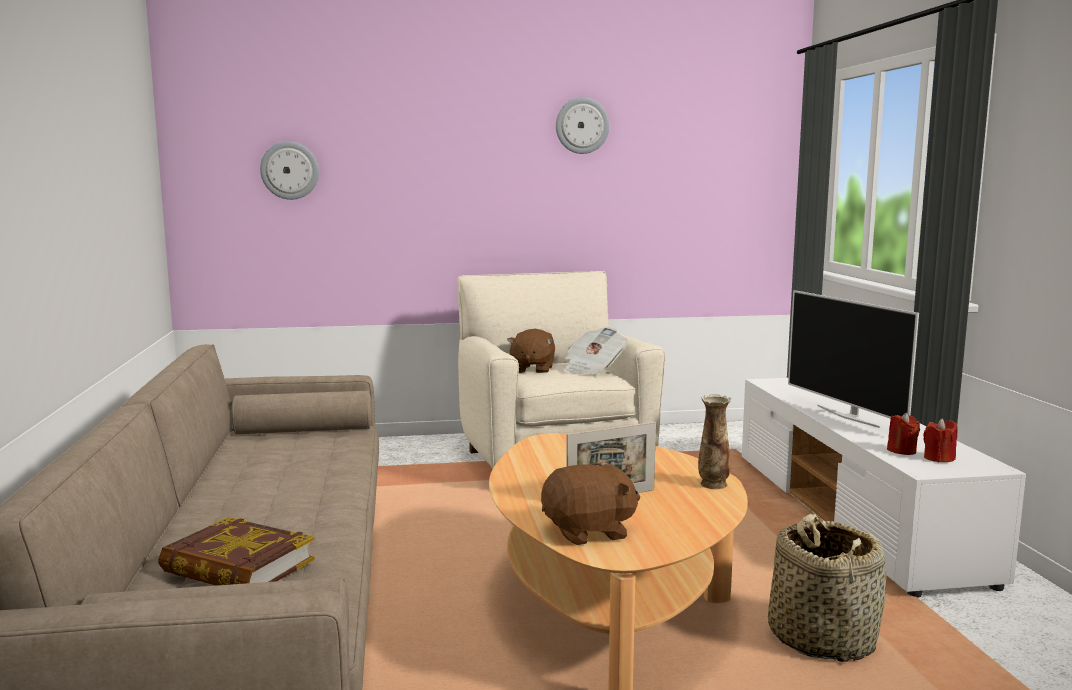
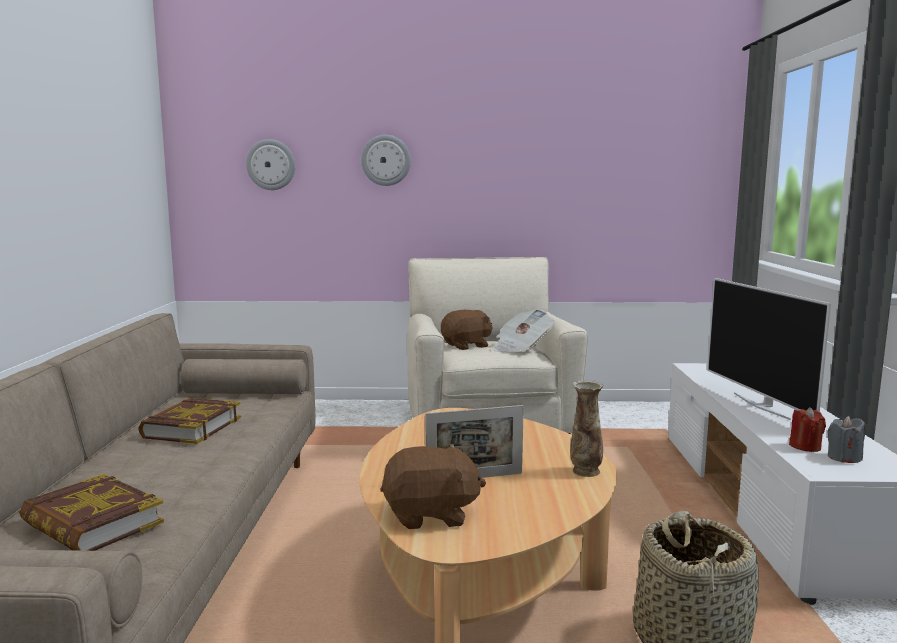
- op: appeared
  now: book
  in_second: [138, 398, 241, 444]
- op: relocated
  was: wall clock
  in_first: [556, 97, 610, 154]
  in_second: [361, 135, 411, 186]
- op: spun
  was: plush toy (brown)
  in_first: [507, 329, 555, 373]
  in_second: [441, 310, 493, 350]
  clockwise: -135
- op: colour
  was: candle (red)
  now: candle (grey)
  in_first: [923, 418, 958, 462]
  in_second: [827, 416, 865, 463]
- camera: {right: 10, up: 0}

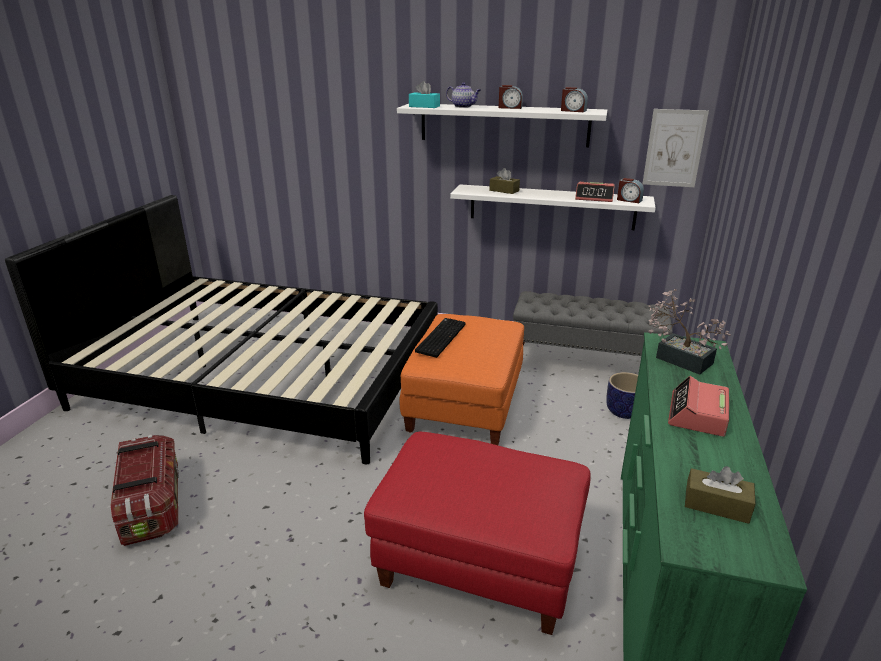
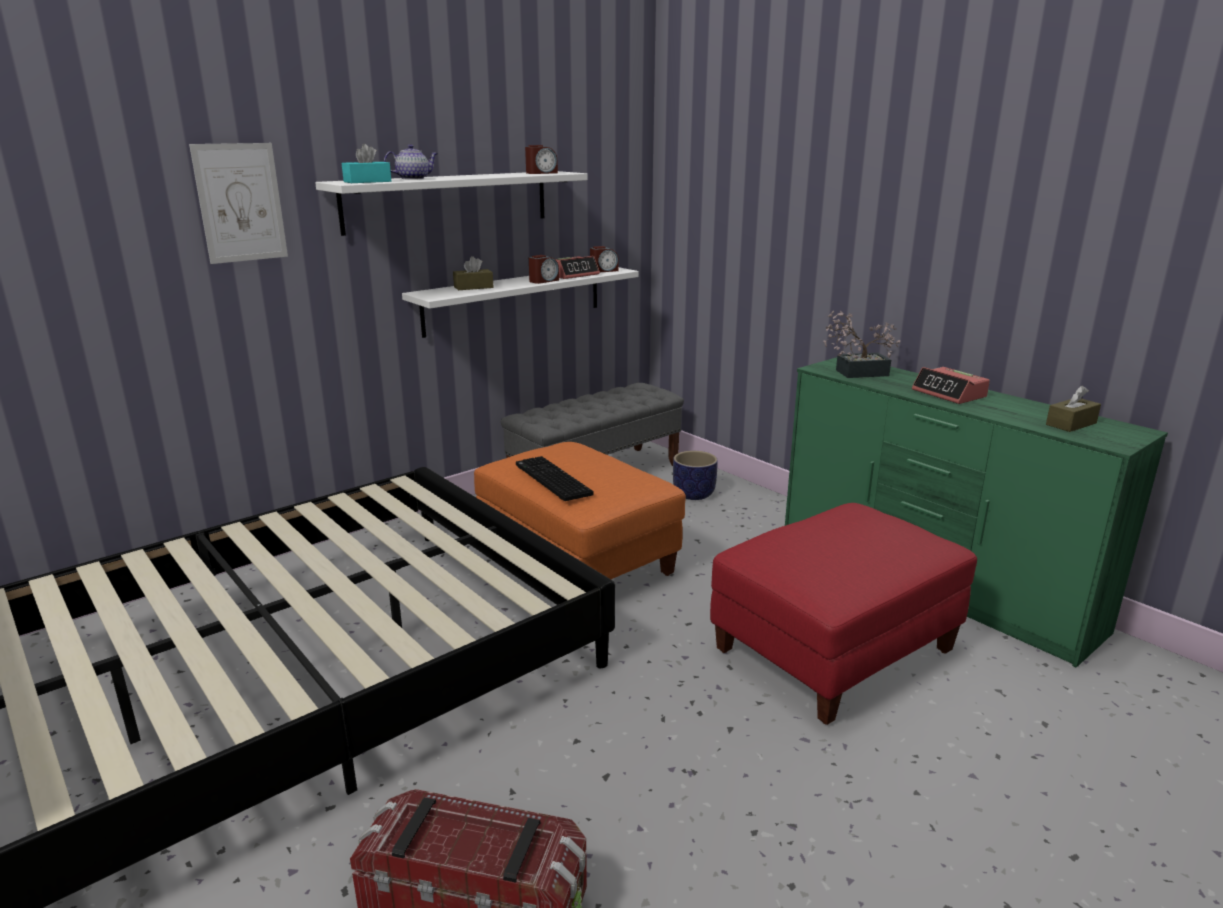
- op: relocated
  was: picture
  in_first: [642, 109, 709, 187]
  in_second: [189, 143, 288, 264]
- op: relocated
  was: alarm clock
  in_first: [499, 85, 523, 109]
  in_second: [529, 255, 559, 284]
- camera: {right: -55, up: -5}

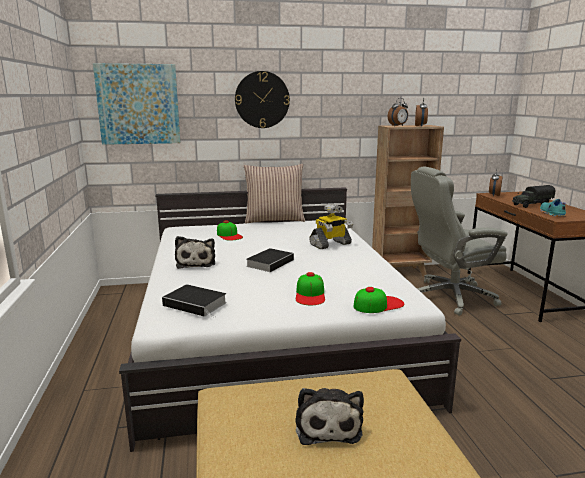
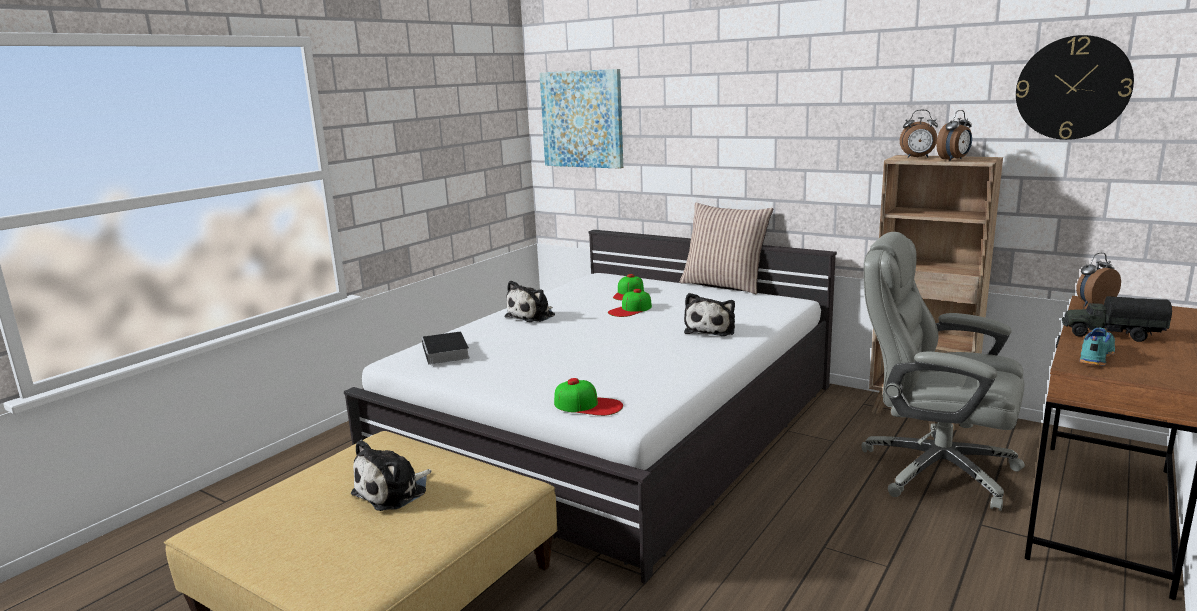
- op: relocated
  was: cap
  in_first: [296, 272, 325, 305]
  in_second: [608, 289, 652, 317]
- op: exchanged
  was: toy robot
  now: plush toy
  in_first: [309, 204, 353, 249]
  in_second: [684, 293, 735, 336]
- op: relocated
  was: wall clock
  in_first: [235, 71, 290, 128]
  in_second: [1016, 35, 1134, 140]
- op: missing
  was: book
  in_first: [246, 248, 296, 272]
- camera: {right: 45, up: 0}

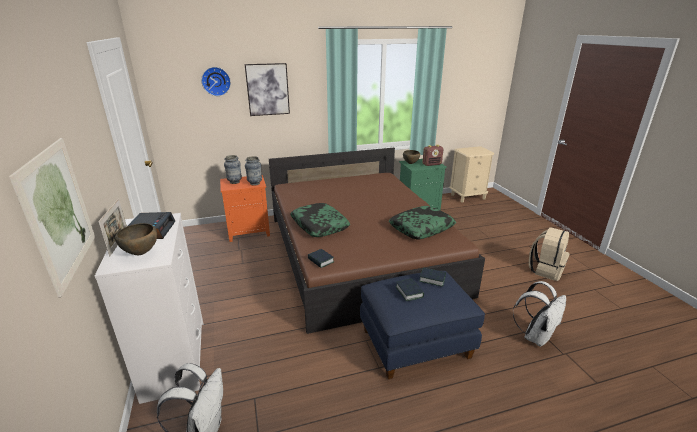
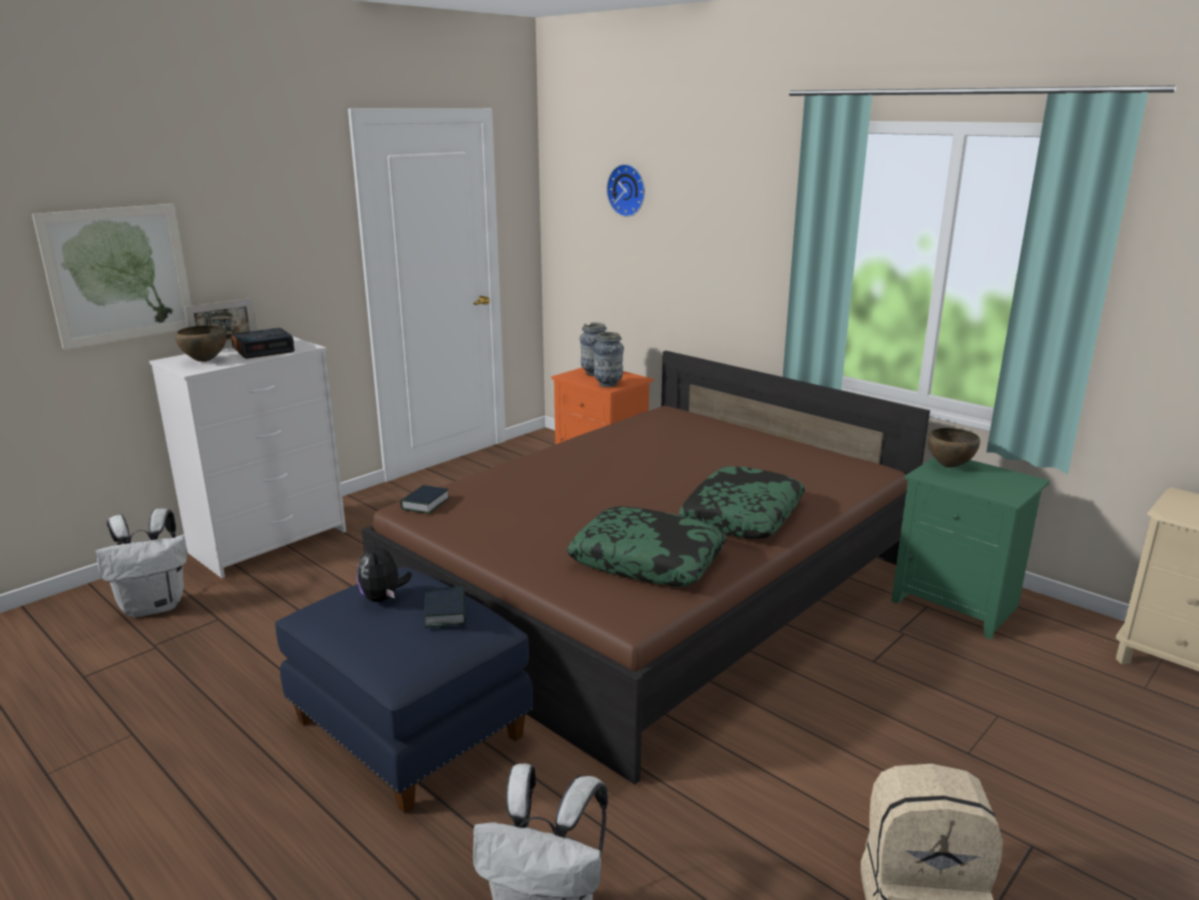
- op: exchanged
  was: book
  now: plush toy
  in_first: [396, 279, 424, 301]
  in_second: [357, 537, 412, 602]
- op: relocated
  was: pillow
  in_first: [290, 203, 350, 237]
  in_second: [678, 466, 805, 539]
- op: missing
  was: picture
  in_first: [245, 63, 290, 116]
- op: missing
  was: radio
  in_first: [423, 145, 444, 166]
- camera: {right: 60, up: -5}

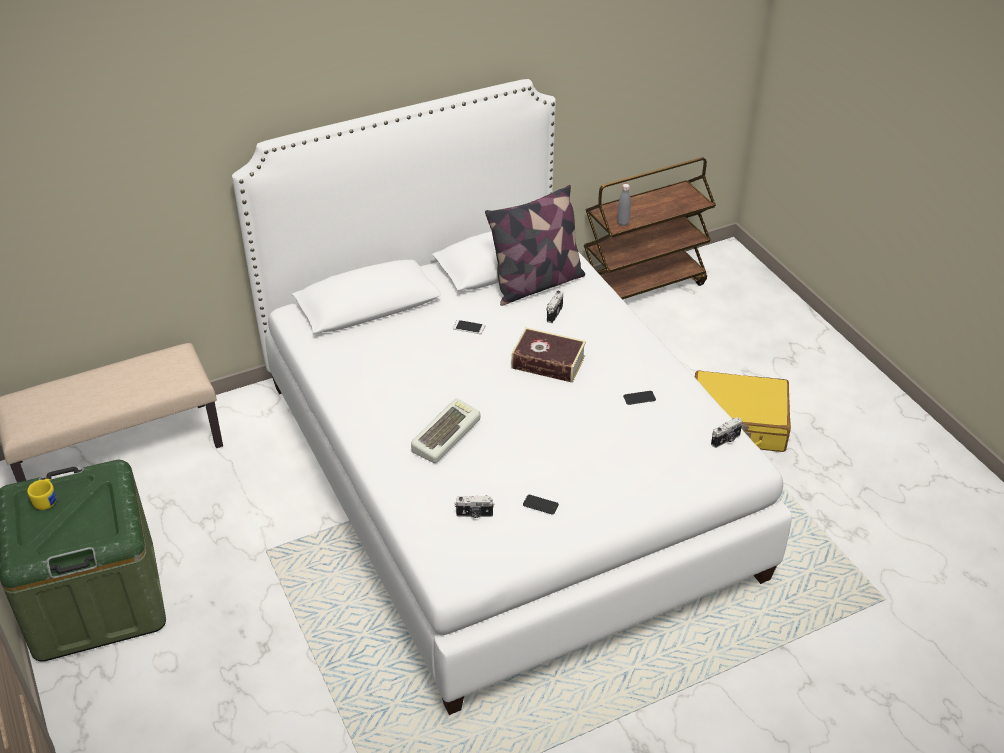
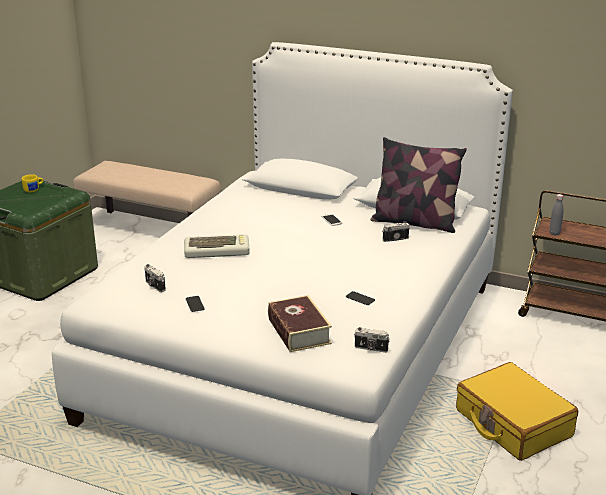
- op: relocated
  was: book
  in_first: [511, 327, 586, 383]
  in_second: [268, 295, 332, 352]
- camera: {right: 50, up: -15}

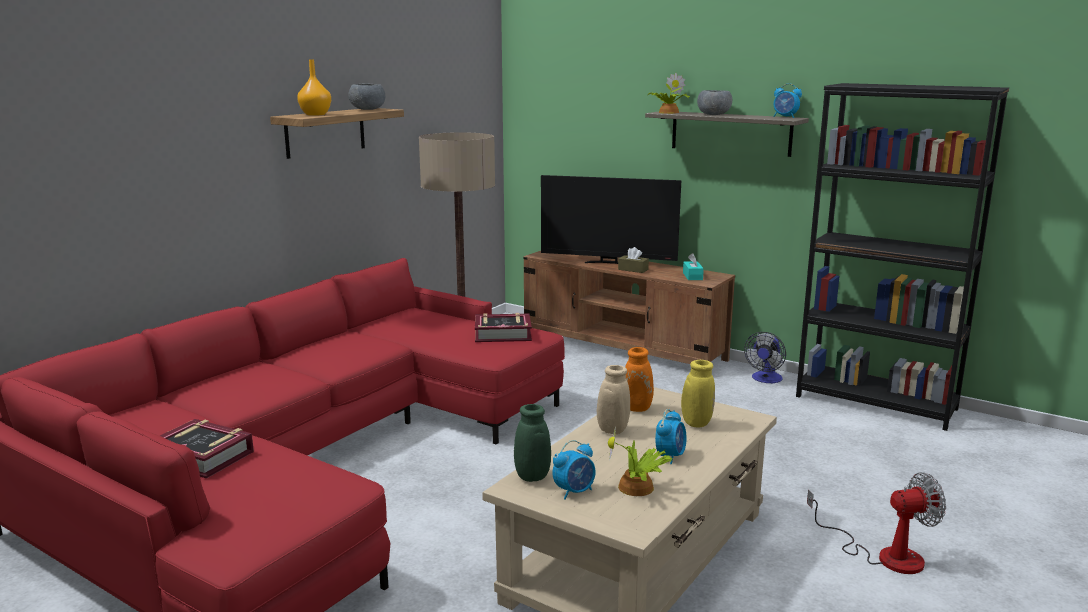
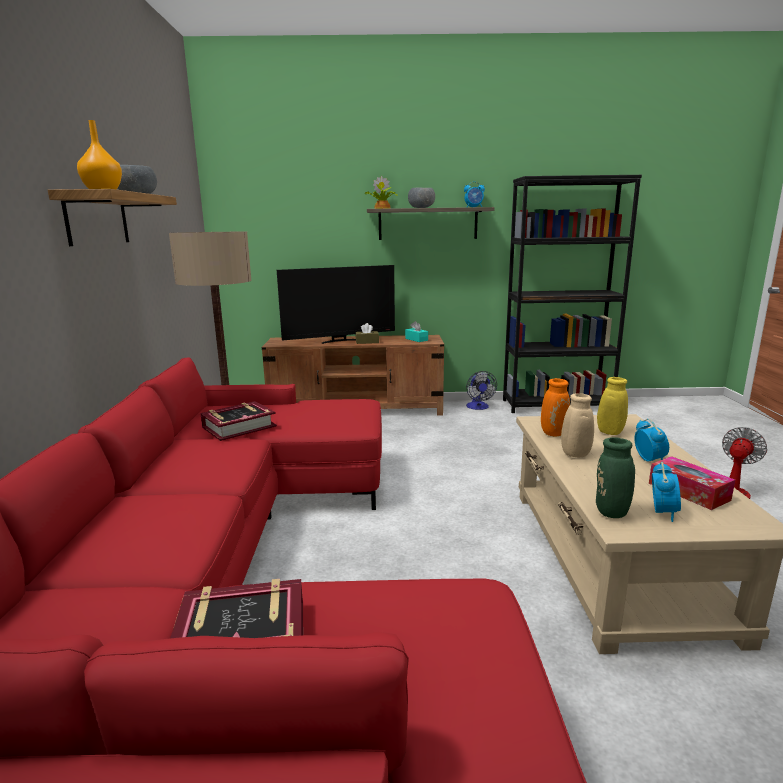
- op: relocated
  was: book
  in_first: [475, 313, 532, 342]
  in_second: [200, 401, 277, 441]
- op: exchanged
  was: potted plant
  now: tissue box
  in_first: [608, 425, 673, 496]
  in_second: [649, 456, 735, 510]
- camera: {right: -35, up: 0}

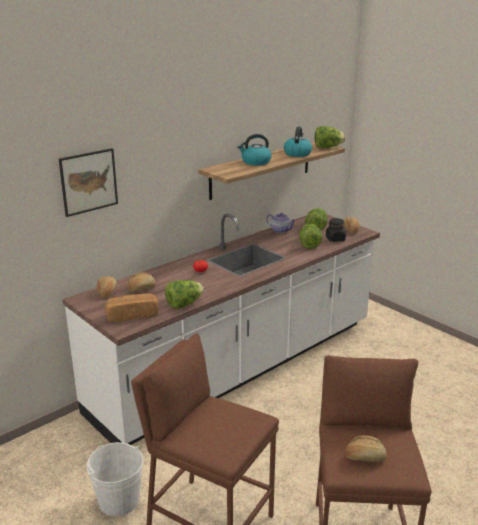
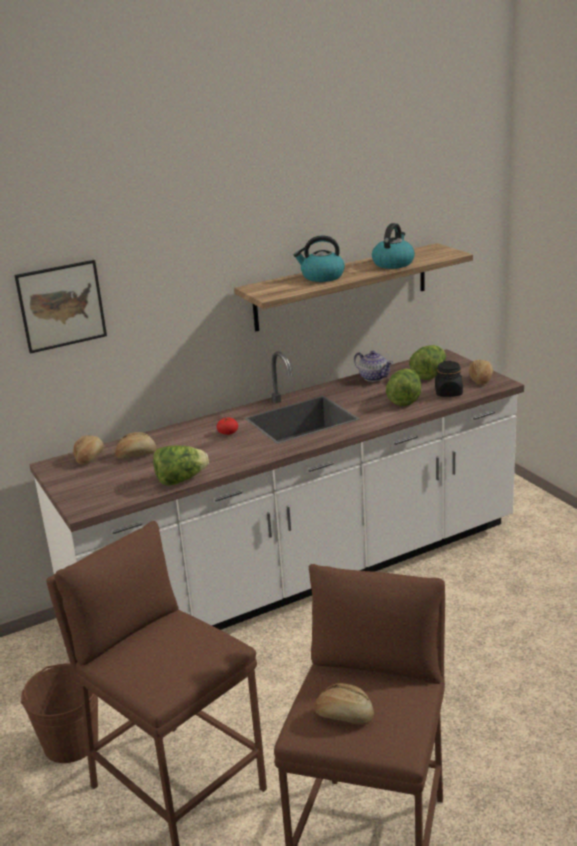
- op: colour
  was: bucket (white)
  now: bucket (brown)
  in_first: [87, 442, 143, 517]
  in_second: [21, 663, 98, 763]
- op: missing
  was: bread
  in_first: [105, 293, 159, 322]
- op: missing
  was: lettuce
  in_first: [315, 126, 346, 148]
- camera: {right: 15, up: 0}

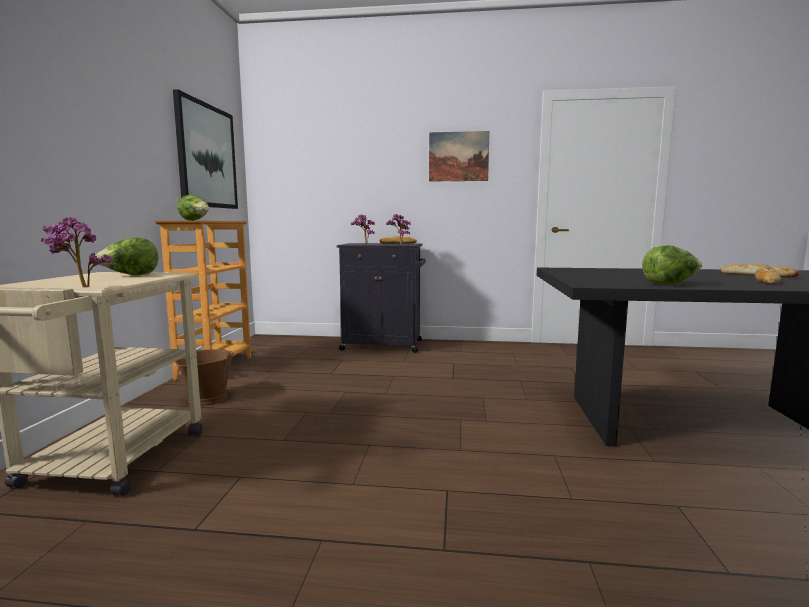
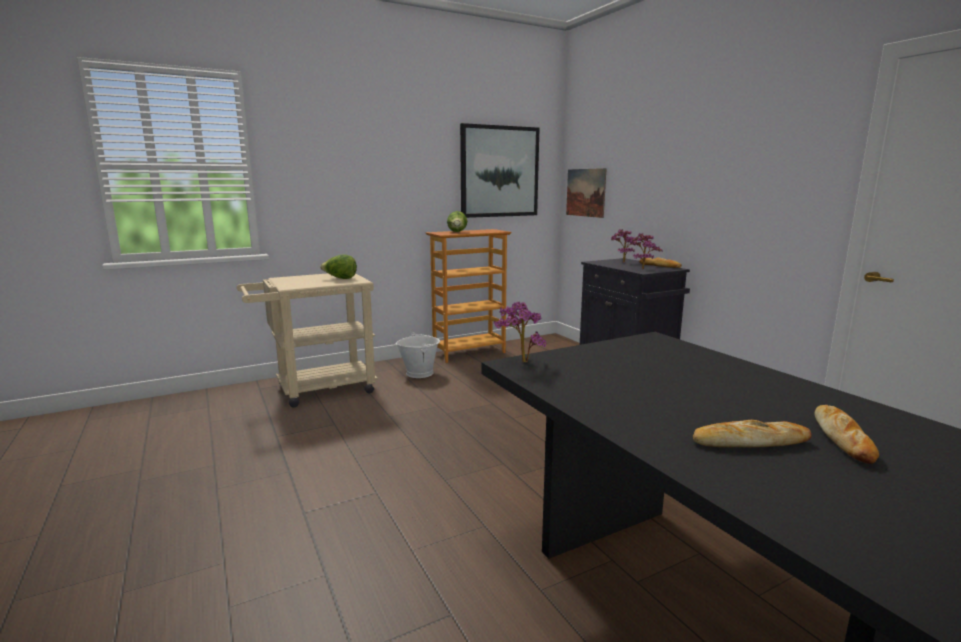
- op: colour
  was: bucket (brown)
  now: bucket (white)
  in_first: [175, 349, 234, 406]
  in_second: [396, 332, 440, 378]
- op: relocated
  was: potted plant
  in_first: [41, 217, 113, 288]
  in_second: [494, 302, 546, 363]
- op: relocated
  was: picture
  in_first: [429, 131, 490, 182]
  in_second: [566, 168, 607, 218]
- op: missing
  was: lettuce
  in_first: [642, 245, 702, 284]
- camera: {right: 55, up: 5}

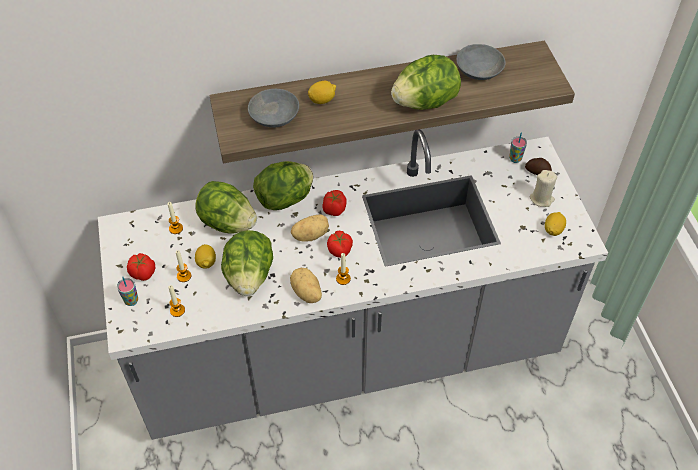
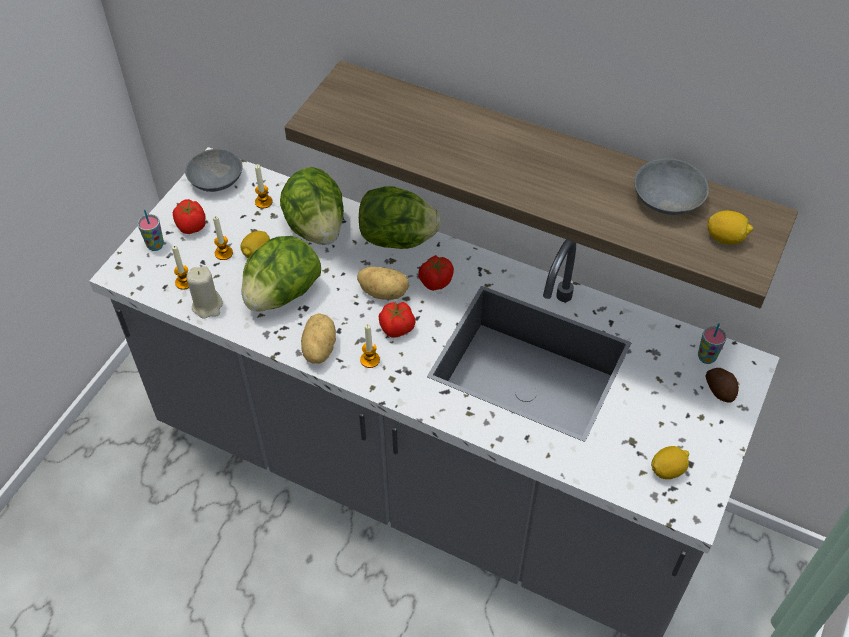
- op: relocated
  was: bowl (grey)
  in_first: [248, 89, 299, 128]
  in_second: [185, 149, 243, 192]
- op: relocated
  was: candle (beige)
  in_first: [530, 170, 557, 207]
  in_second: [186, 266, 223, 319]
- op: relocated
  was: lemon
  in_first: [308, 81, 336, 104]
  in_second: [707, 211, 753, 245]
- op: missing
  was: lettuce
  in_first: [391, 55, 461, 110]
- camera: {right: 40, up: 0}

